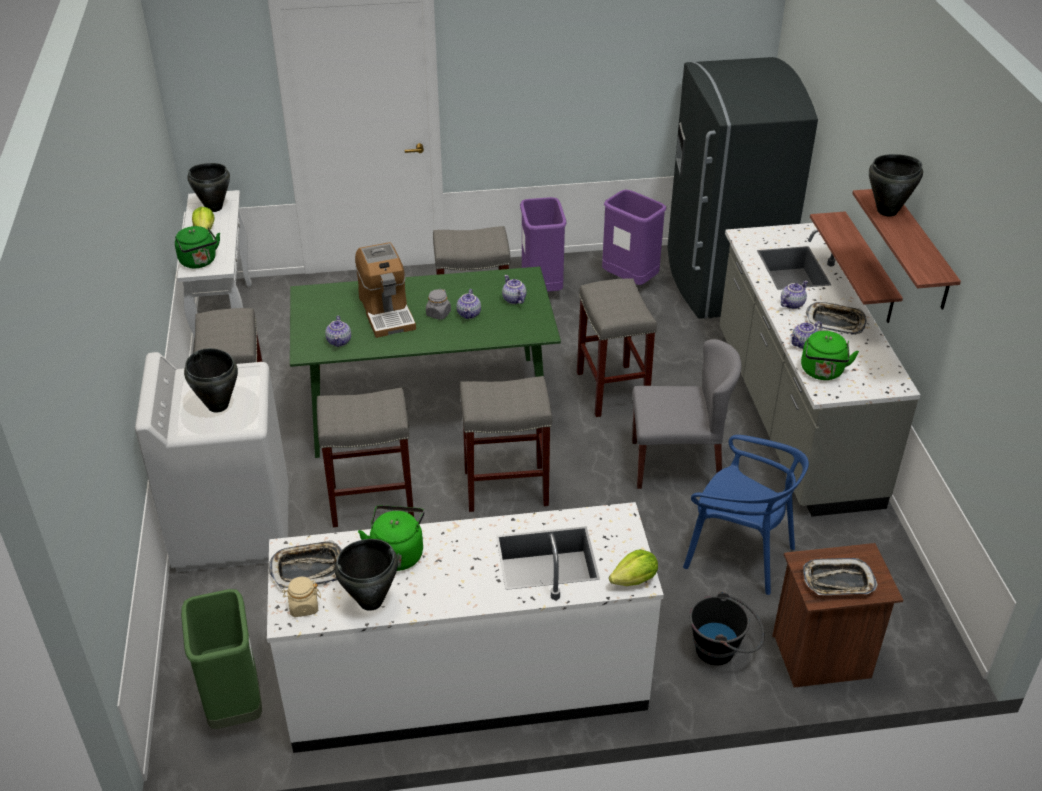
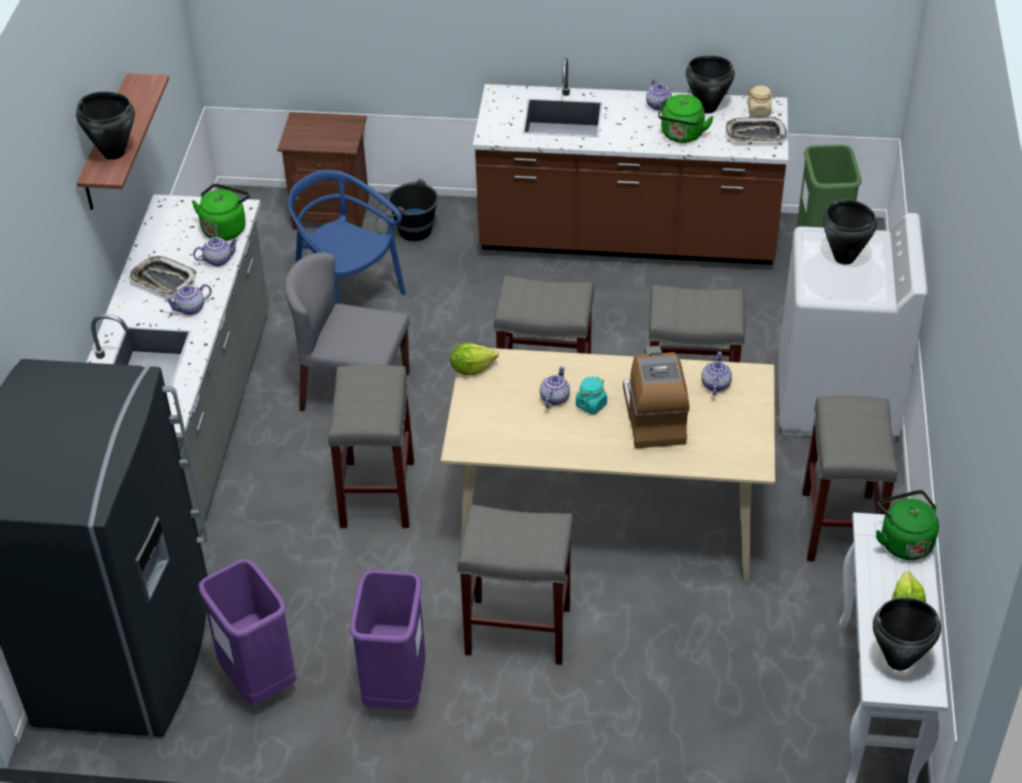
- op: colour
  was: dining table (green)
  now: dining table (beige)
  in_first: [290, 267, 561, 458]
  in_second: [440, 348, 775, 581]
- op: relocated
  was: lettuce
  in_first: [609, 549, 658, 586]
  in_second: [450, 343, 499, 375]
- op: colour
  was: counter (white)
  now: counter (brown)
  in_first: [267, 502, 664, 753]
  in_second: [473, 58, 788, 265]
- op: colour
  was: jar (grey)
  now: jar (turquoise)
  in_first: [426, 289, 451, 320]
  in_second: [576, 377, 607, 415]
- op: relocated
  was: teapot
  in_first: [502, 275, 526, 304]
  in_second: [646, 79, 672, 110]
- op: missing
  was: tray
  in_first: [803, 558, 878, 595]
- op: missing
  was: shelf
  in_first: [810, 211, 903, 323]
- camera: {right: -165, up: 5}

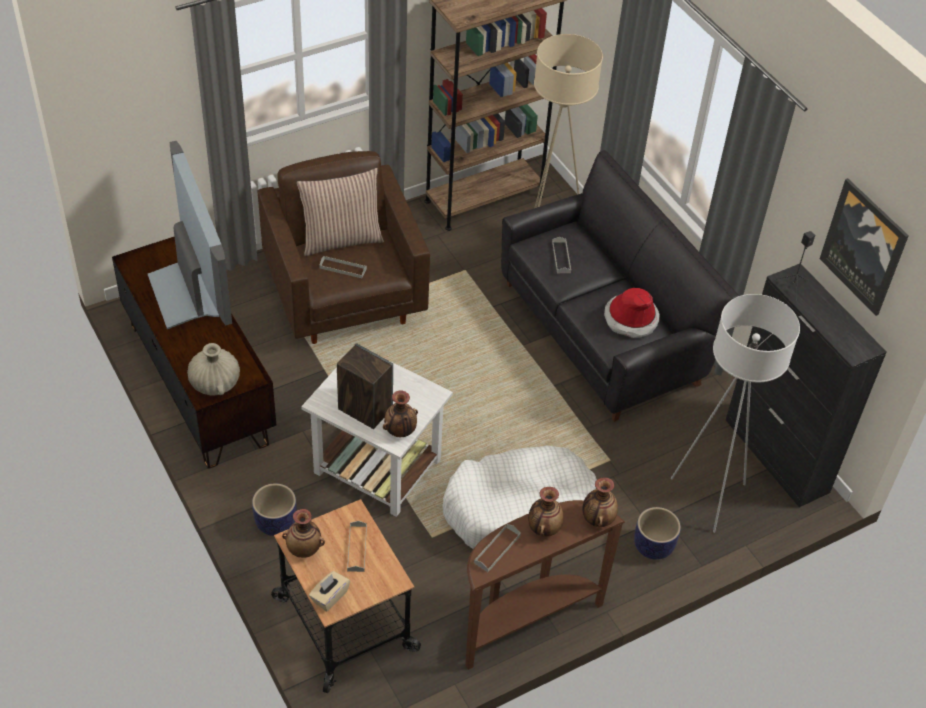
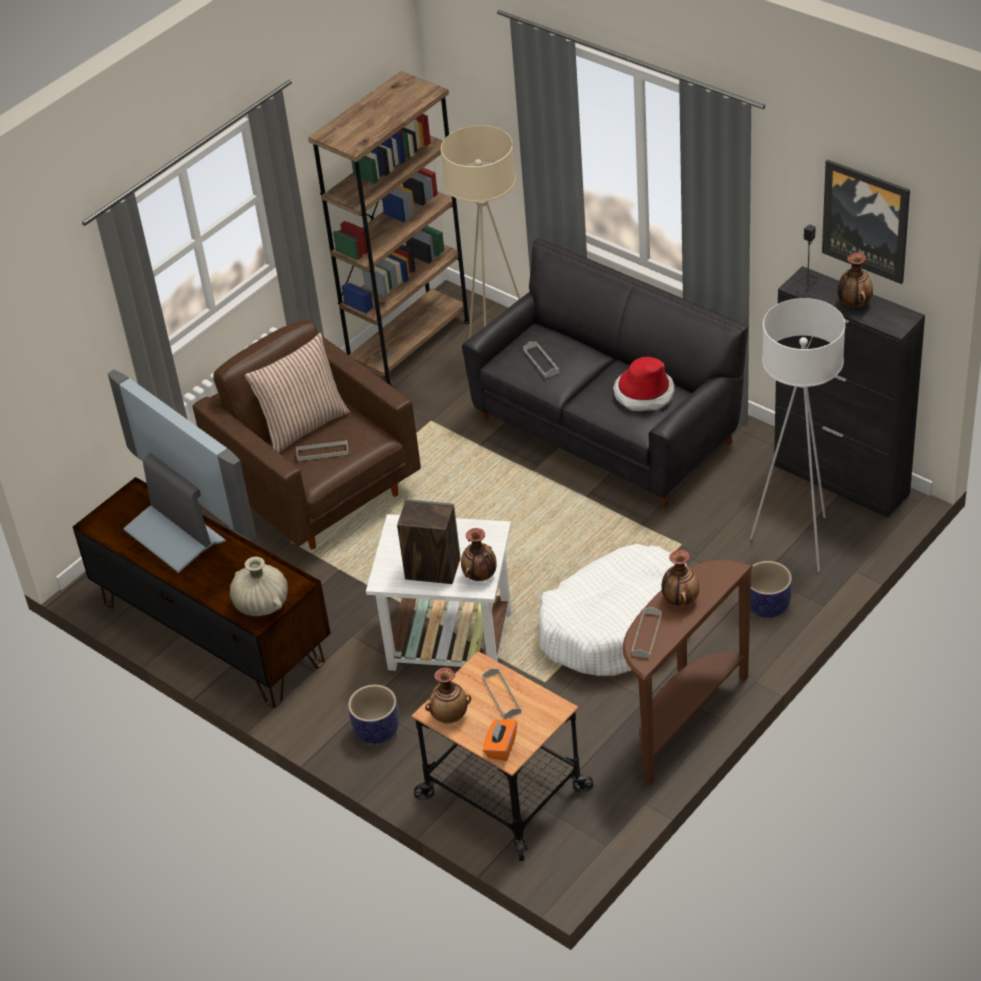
- op: colour
  was: tissue box (beige)
  now: tissue box (orange)
  in_first: [309, 571, 350, 611]
  in_second: [483, 720, 517, 761]
- op: relocated
  was: vase
  in_first: [582, 477, 618, 527]
  in_second: [837, 252, 873, 307]
- camera: {right: -15, up: -5}

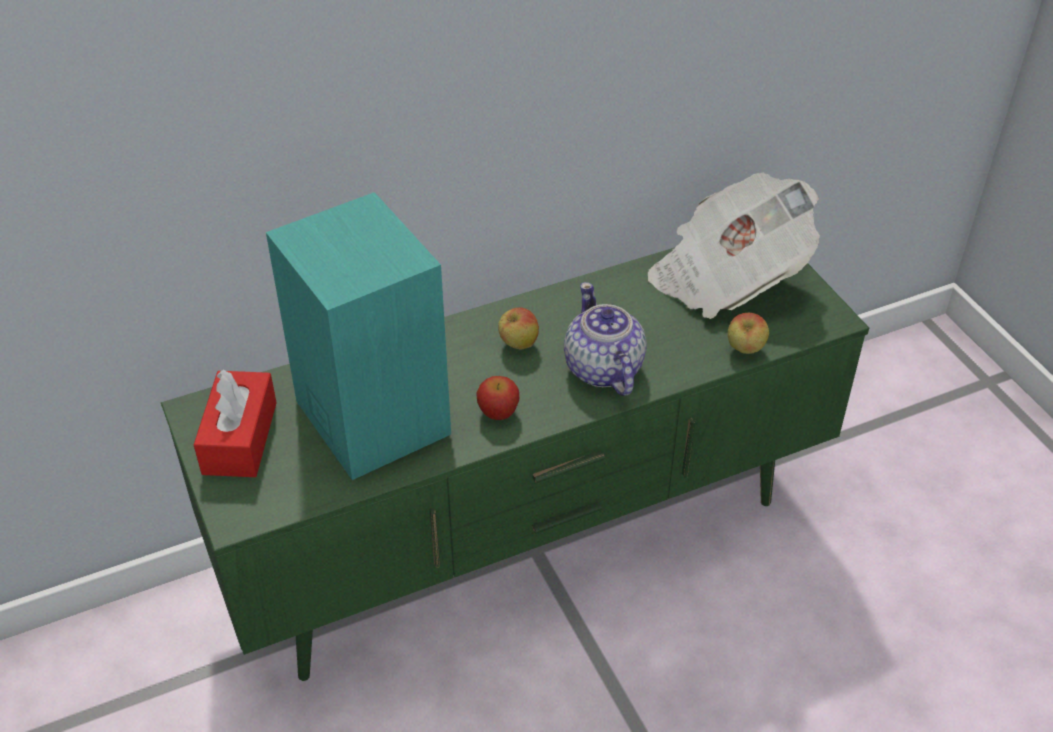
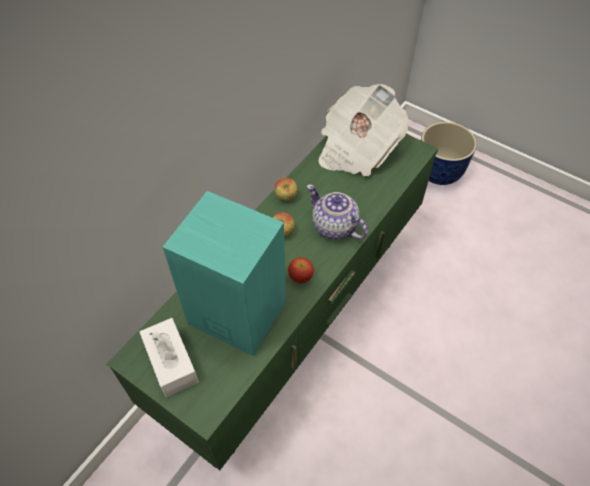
- op: colour
  was: tissue box (red)
  now: tissue box (white)
  in_first: [194, 369, 277, 477]
  in_second: [140, 318, 199, 397]
- op: relocated
  was: apple
  in_first: [728, 313, 769, 354]
  in_second: [275, 178, 297, 201]
- op: appeared
  now: planter
  in_second: [421, 122, 477, 185]
- camera: {right: -30, up: 10}

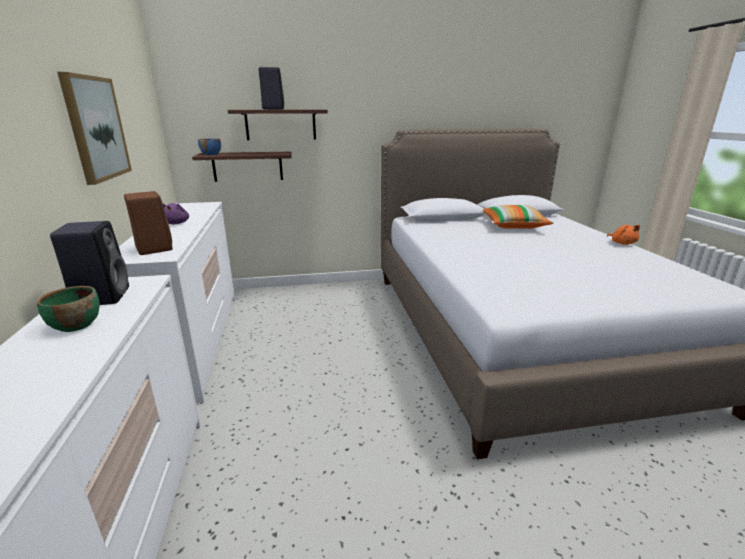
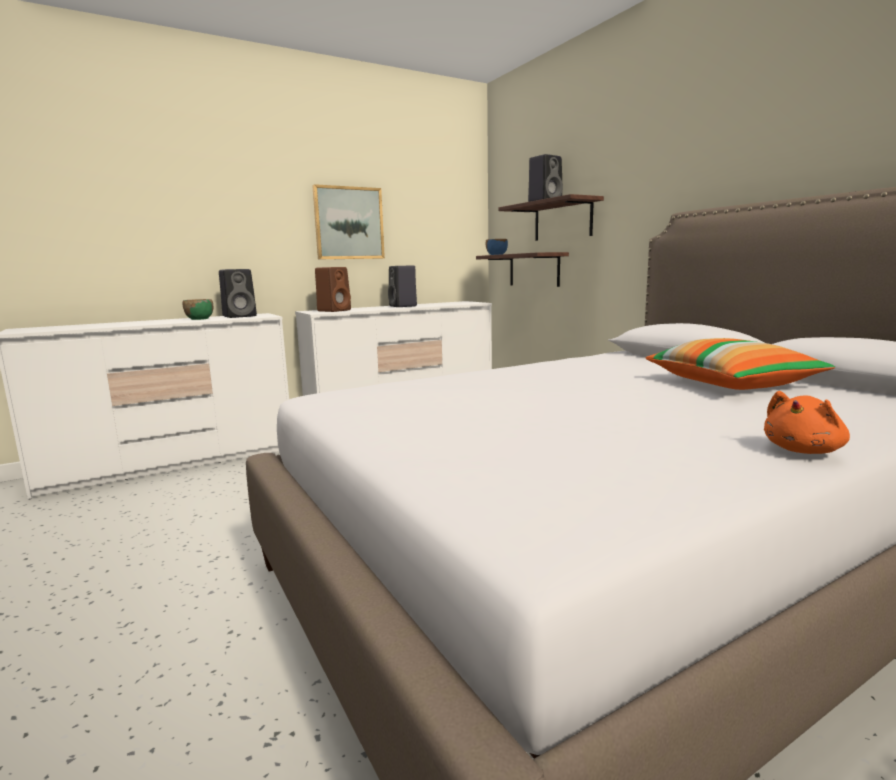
- op: exchanged
  was: plush toy (purple)
  now: speaker (black)
  in_first: [163, 203, 189, 224]
  in_second: [388, 265, 417, 307]
- camera: {right: 70, up: -10}

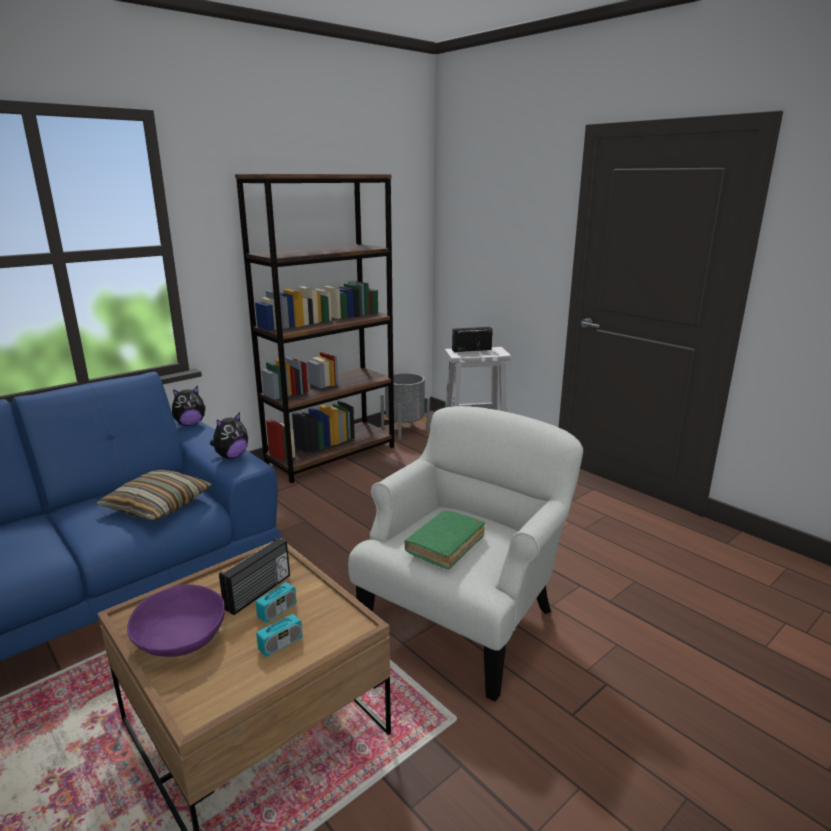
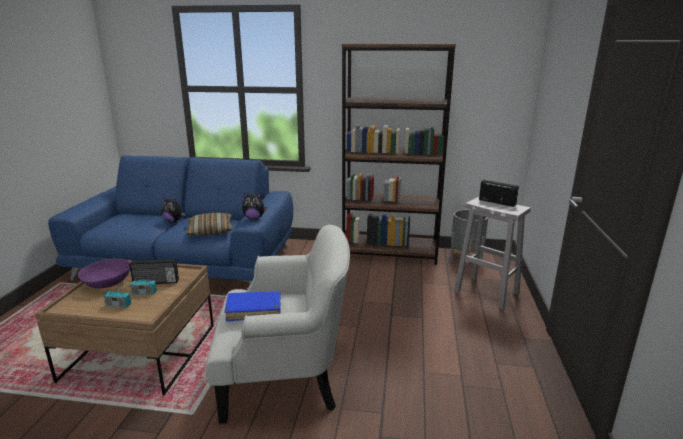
- op: relocated
  was: plush toy
  in_first: [172, 386, 206, 426]
  in_second: [162, 197, 185, 222]
- op: colour
  was: book (green)
  now: book (blue)
  in_first: [404, 510, 485, 569]
  in_second: [225, 291, 280, 322]
- camera: {right: 50, up: 0}

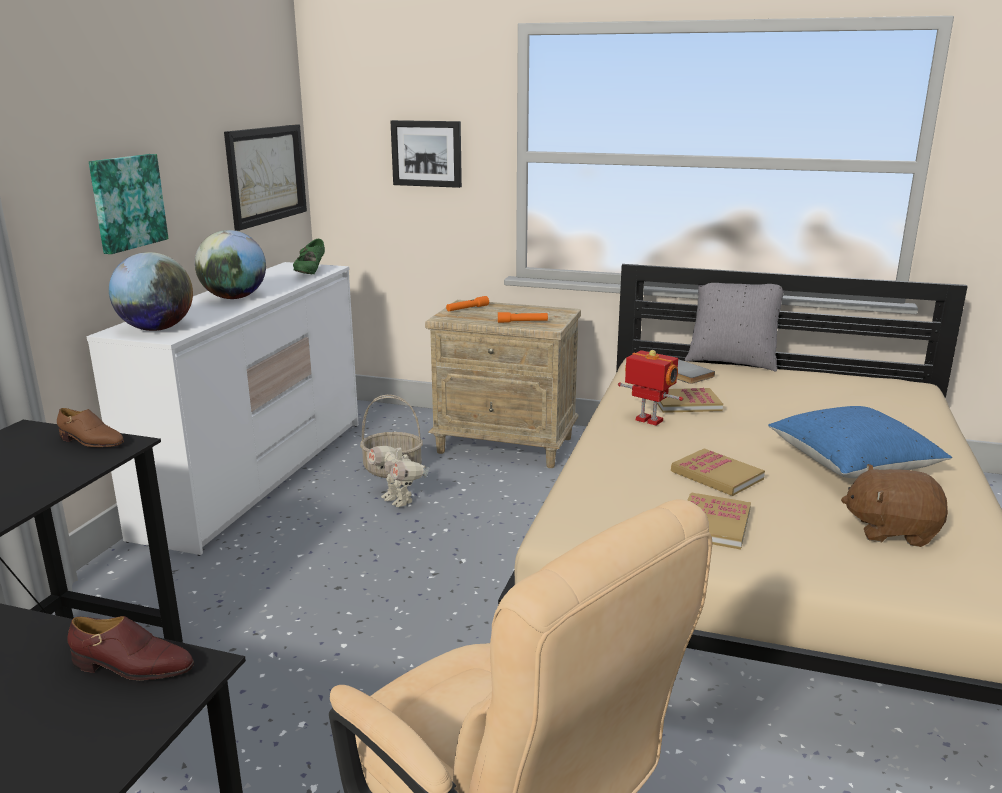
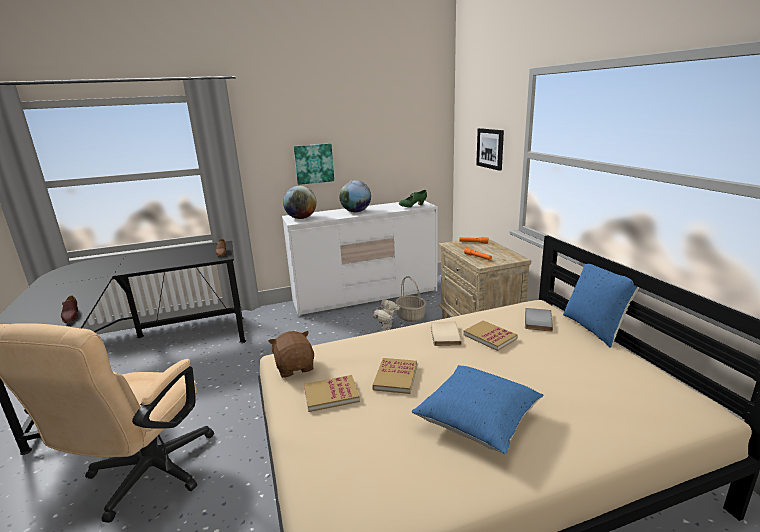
- op: relocated
  was: plush toy (brown)
  in_first: [841, 464, 948, 547]
  in_second: [268, 331, 314, 378]
- op: exchanged
  was: toy robot
  now: book (beige)
  in_first: [618, 350, 683, 425]
  in_second: [431, 322, 462, 346]
- op: colour
  was: pillow (grey)
  now: pillow (blue)
  in_first: [685, 283, 784, 372]
  in_second: [563, 264, 639, 348]
- op: missing
  was: picture
  in_first: [224, 124, 307, 231]
- camera: {right: 55, up: 0}

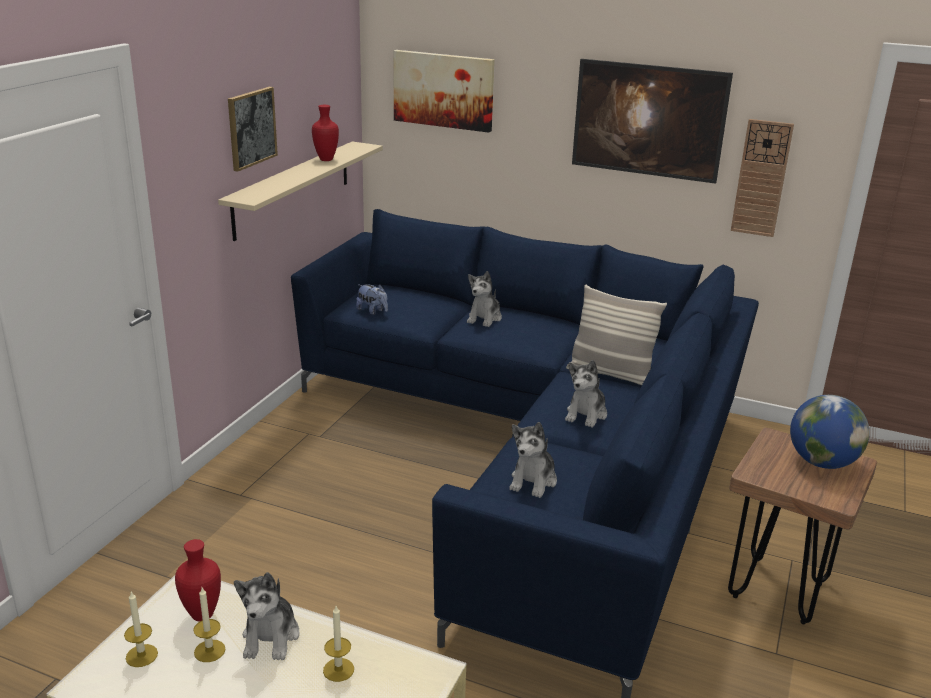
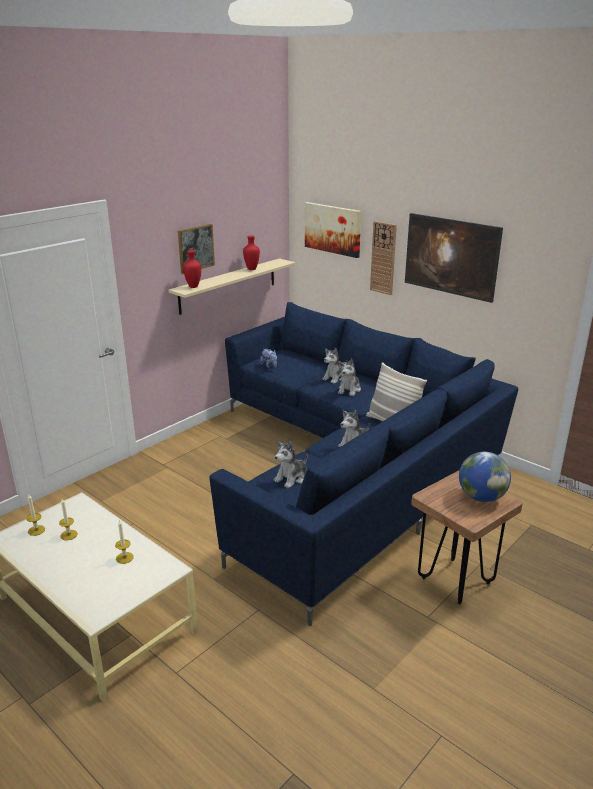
- op: relocated
  was: vase (red)
  in_first: [175, 539, 221, 622]
  in_second: [183, 250, 201, 288]
- op: relocated
  was: plush toy
  in_first: [234, 572, 299, 660]
  in_second: [338, 358, 361, 396]
- op: relocated
  was: wall clock
  in_first: [731, 119, 794, 237]
  in_second: [370, 221, 397, 295]
- camera: {right: 20, up: 0}

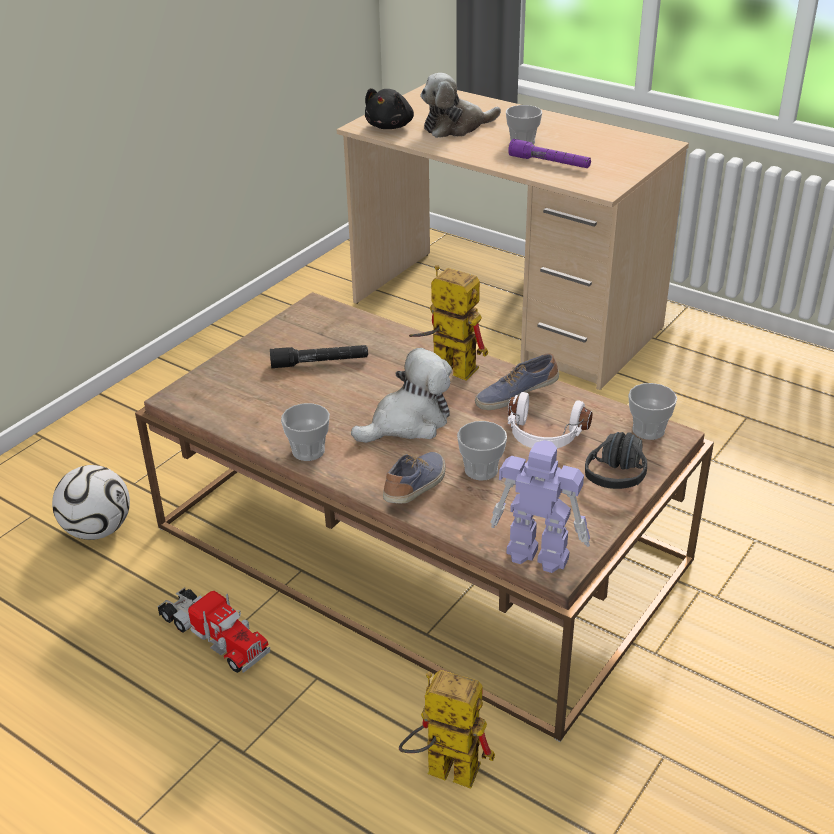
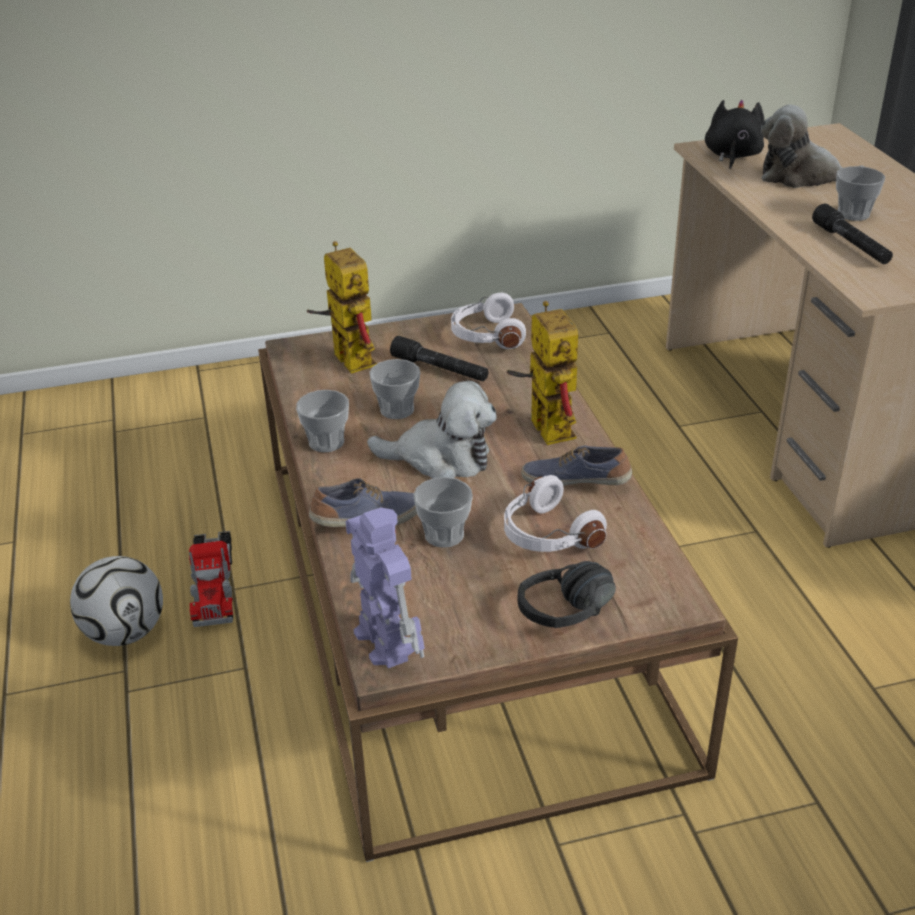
- op: relocated
  was: football
  in_first: [52, 465, 130, 540]
  in_second: [70, 556, 163, 646]
- op: relocated
  was: toy robot
  in_first: [399, 670, 495, 789]
  in_second: [307, 241, 377, 374]
- op: relocated
  was: cup
  in_first: [628, 383, 677, 440]
  in_second: [369, 359, 420, 419]
- op: appeared
  now: headphones (white)
  in_second: [451, 293, 526, 349]
- op: spun
  was: plush toy (black)
  in_first: [365, 88, 414, 129]
  in_second: [705, 100, 765, 169]
  clockwise: 135
- op: colour
  was: flashlight (purple)
  now: flashlight (black)
  in_first: [508, 139, 591, 168]
  in_second: [812, 204, 893, 264]
- camera: {right: 40, up: 0}

